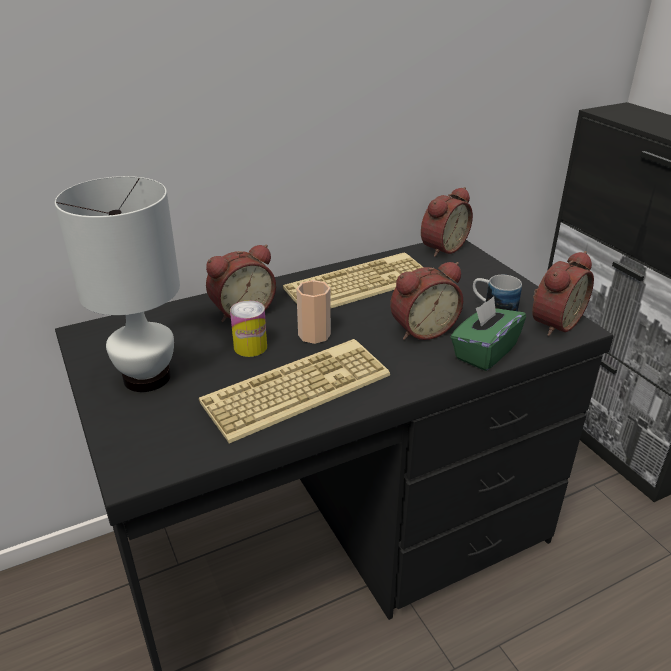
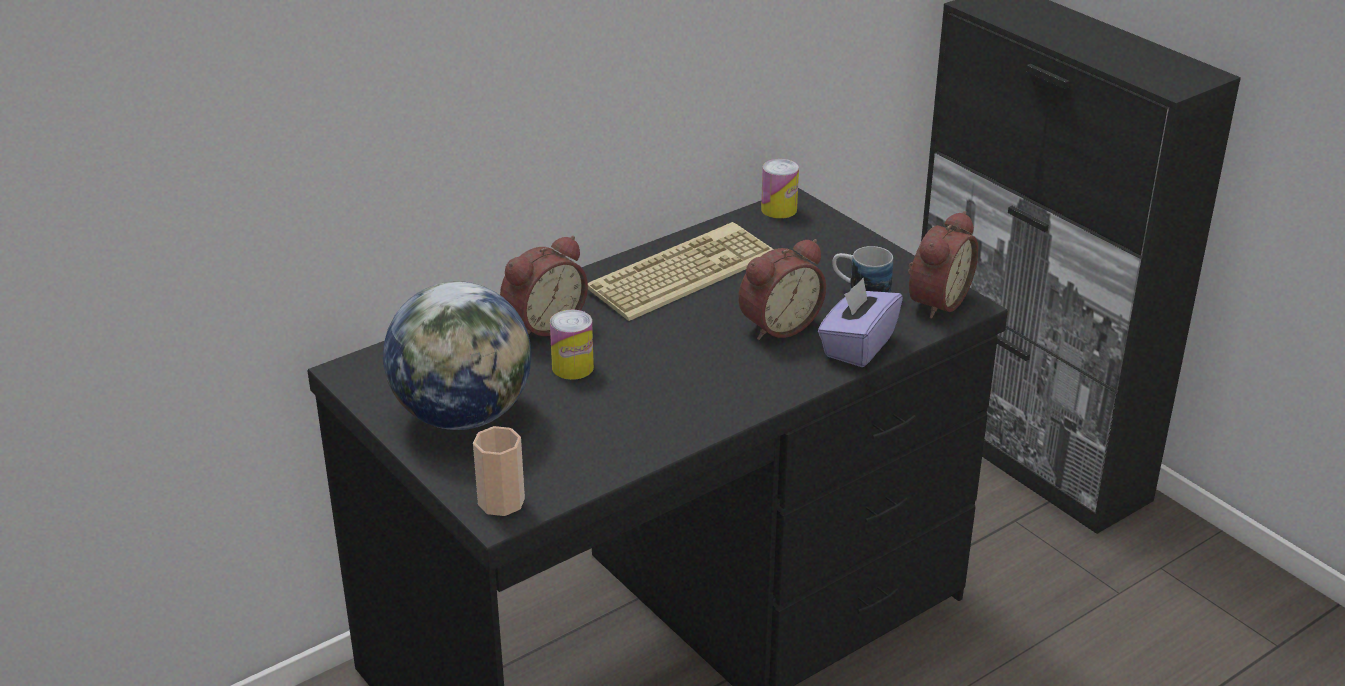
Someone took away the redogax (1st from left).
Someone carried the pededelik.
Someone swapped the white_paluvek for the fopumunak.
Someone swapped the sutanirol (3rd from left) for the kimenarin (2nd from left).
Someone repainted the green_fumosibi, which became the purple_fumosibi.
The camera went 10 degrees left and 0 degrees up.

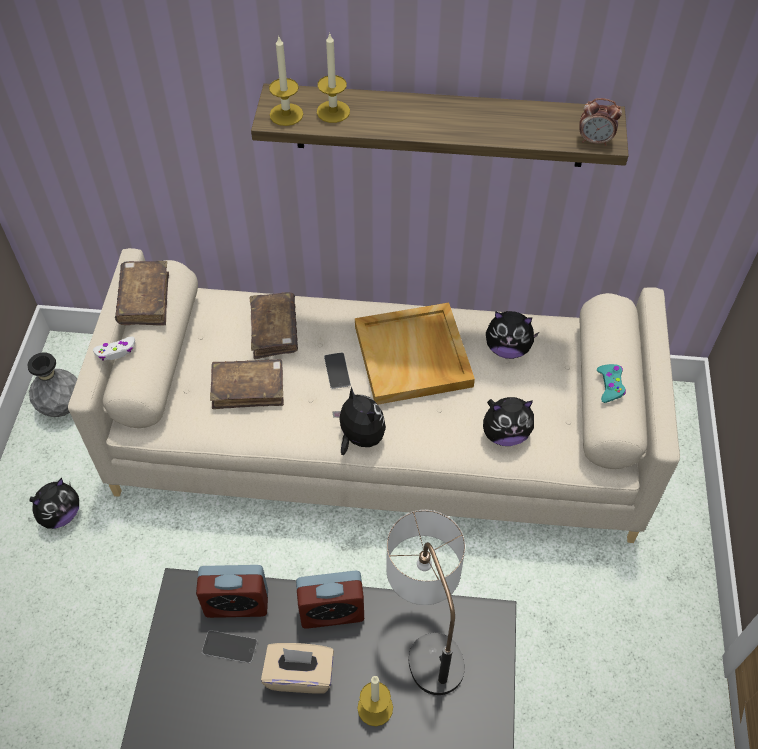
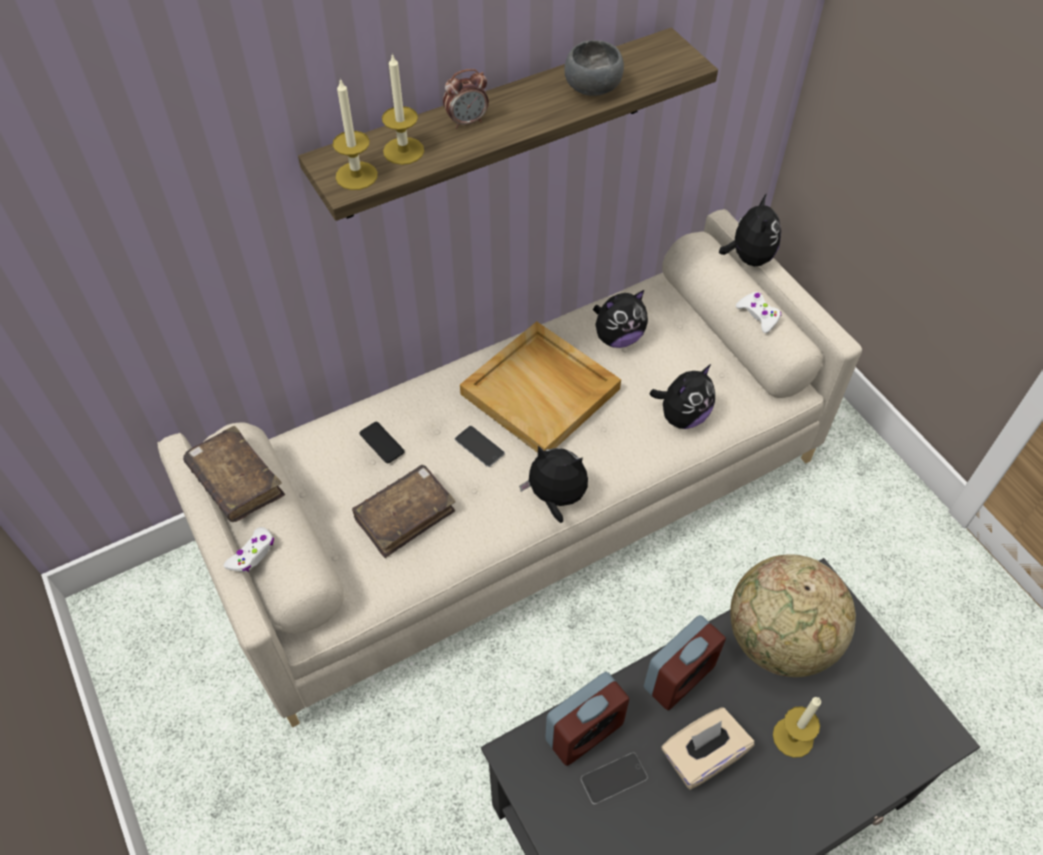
Someone took away the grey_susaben.
Someone put down the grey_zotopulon.
Someone carried the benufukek (1st from left in the first image).
Someone carried the sutanirol (3rd from left in the first image).
Someone swapped the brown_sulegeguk (3rd from left) for the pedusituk (1st from left).
Someone swapped the paluvek for the fopumunak.
Someone repainted the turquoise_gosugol, which became the white_gosugol (2nd from left).
The camera went 35 degrees left and 0 degrees up.

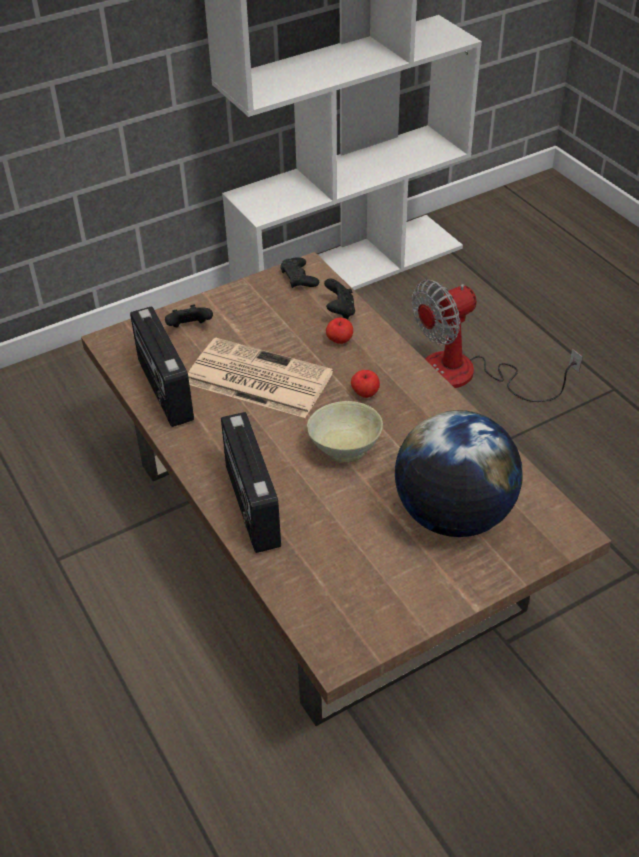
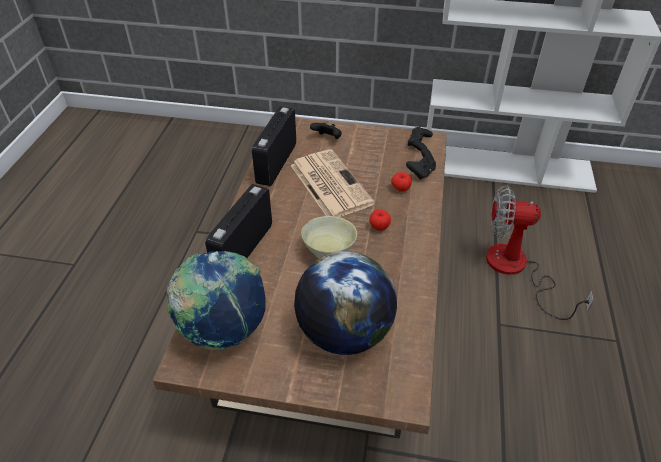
Someone put down the fopumunak (1st from left).
The camera went 40 degrees right and 0 degrees up.

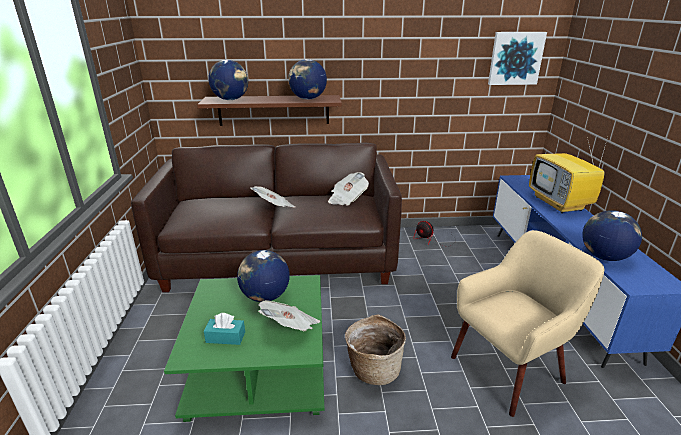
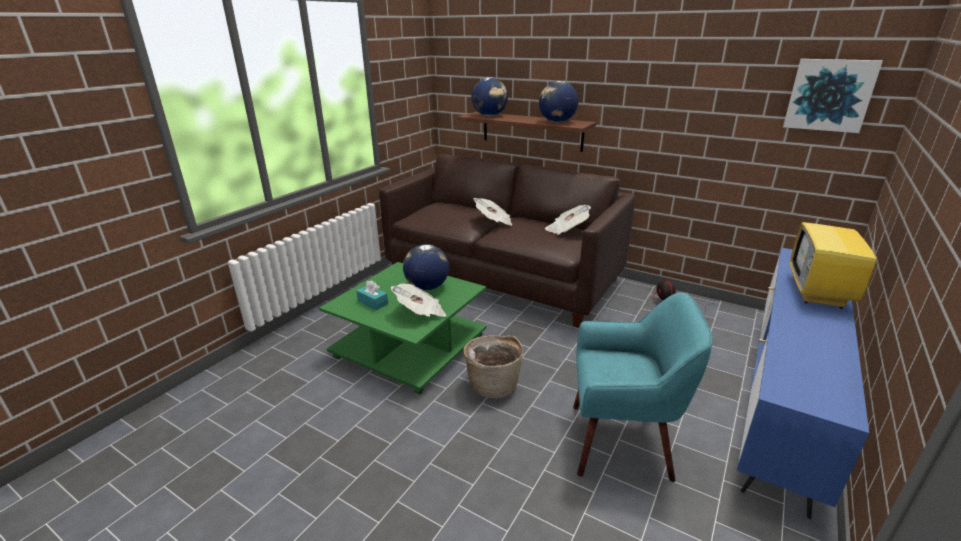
Someone took away the fopumunak (4th from left).
Someone repainted the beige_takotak, which became the turquoise_takotak.
The camera went 35 degrees right and 0 degrees up.

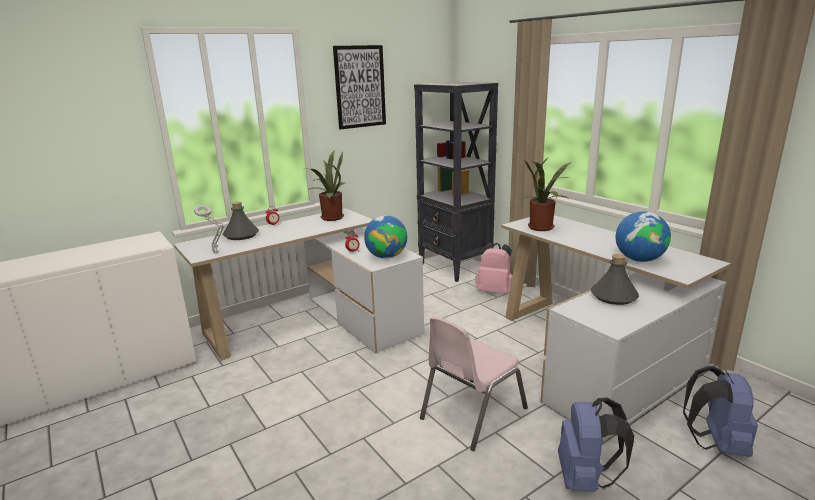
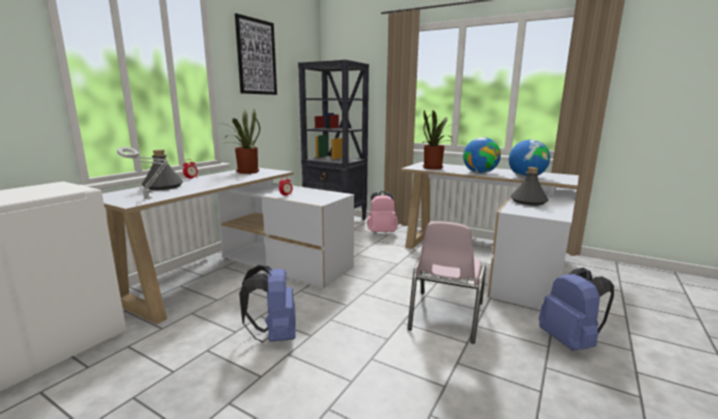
Someone carried the fopumunak (1st from left).
Someone carried the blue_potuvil (2nd from left in the first image).
The camera went 25 degrees left and 5 degrees down.

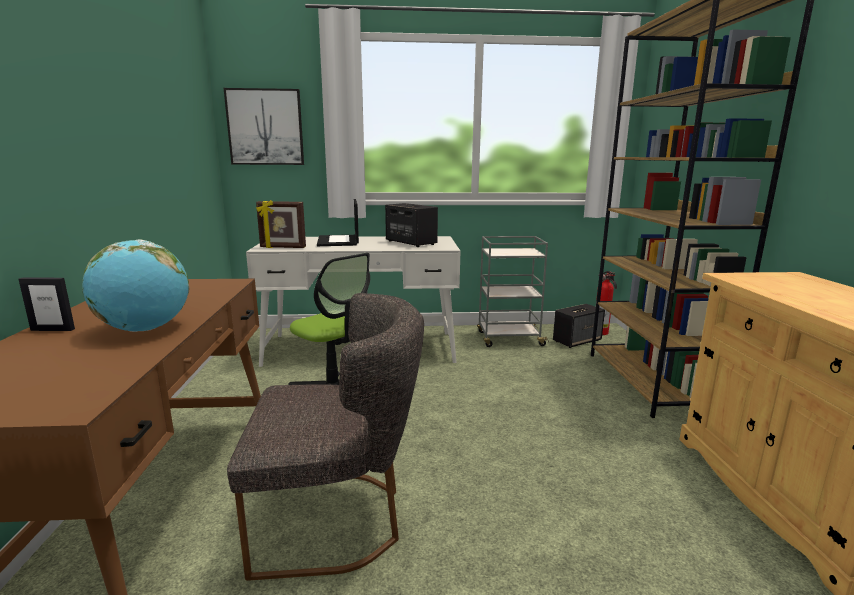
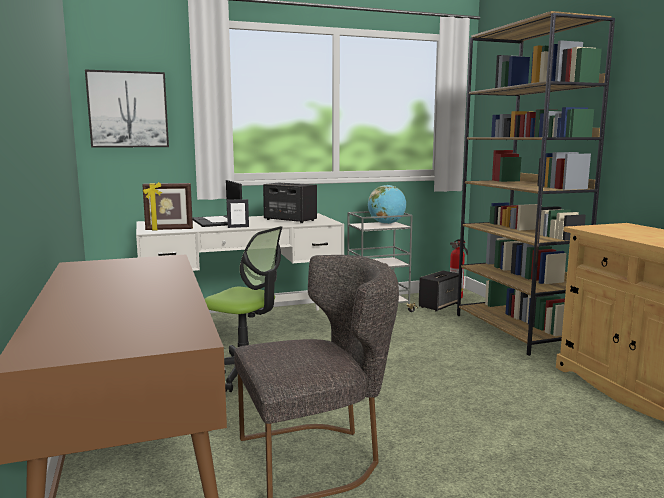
Someone carried the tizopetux (1st from left in the first image).
Someone carried the fopumunak.
The camera went 15 degrees left and 5 degrees down.

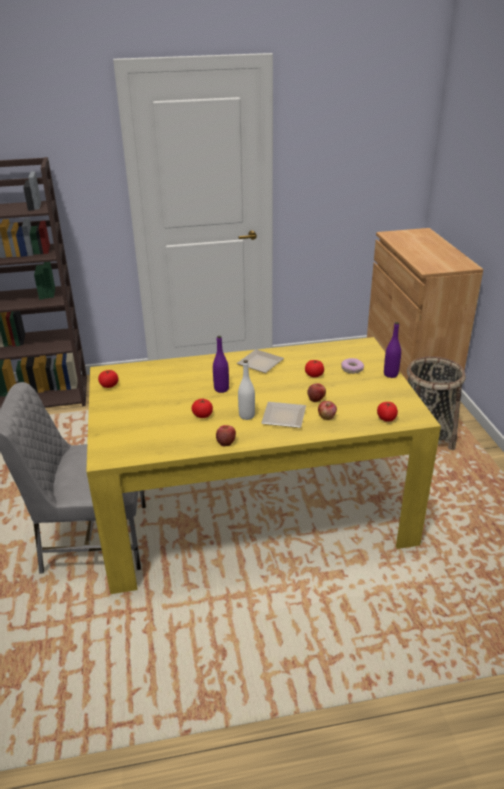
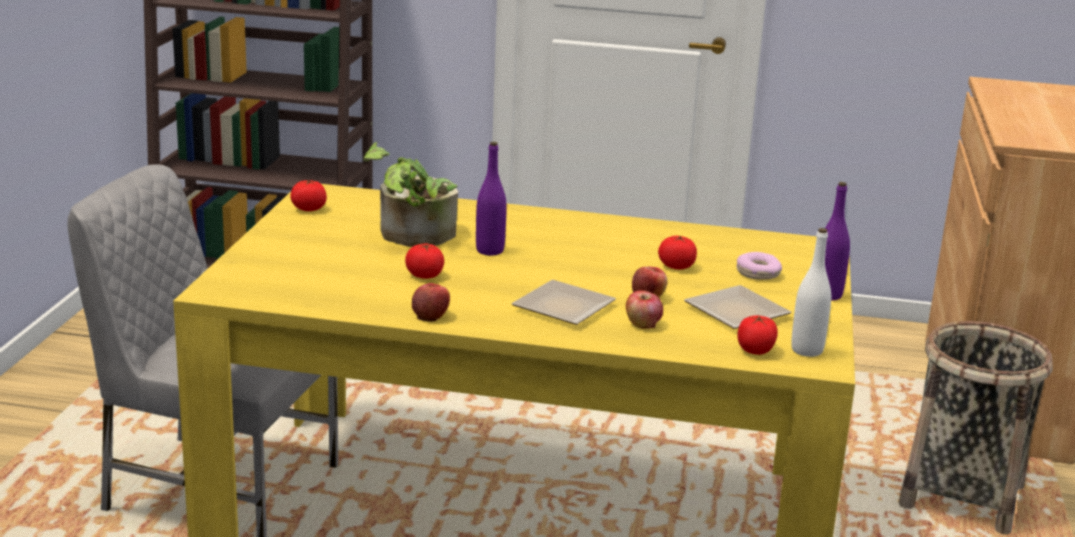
Someone put down the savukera.
Someone carried the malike (1st from left in the first image).
Someone carried the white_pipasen.
The camera went 20 degrees right and 10 degrees down.

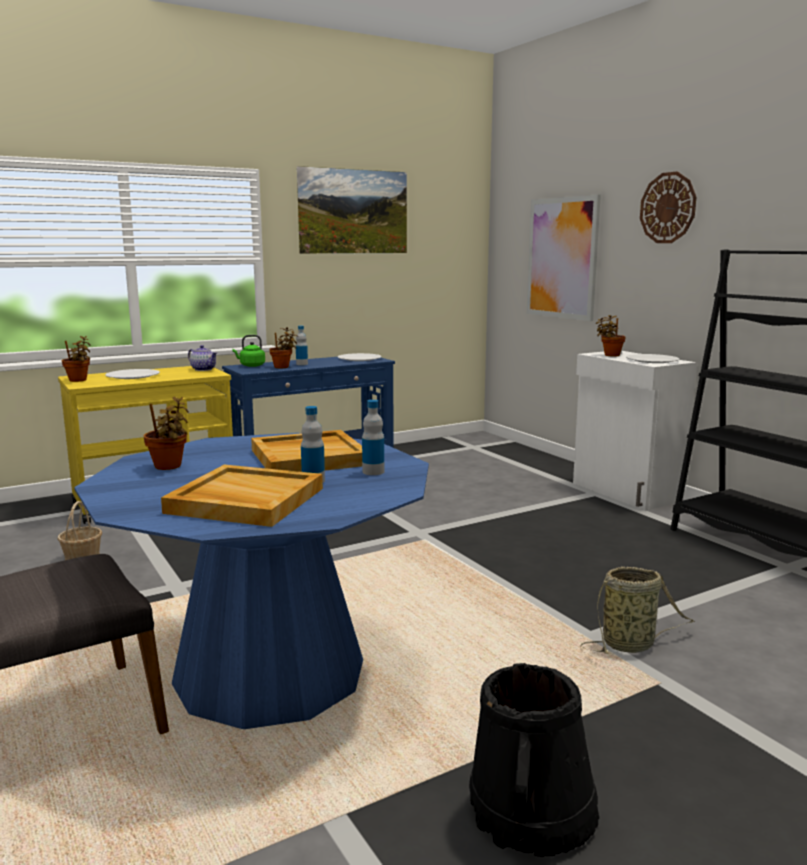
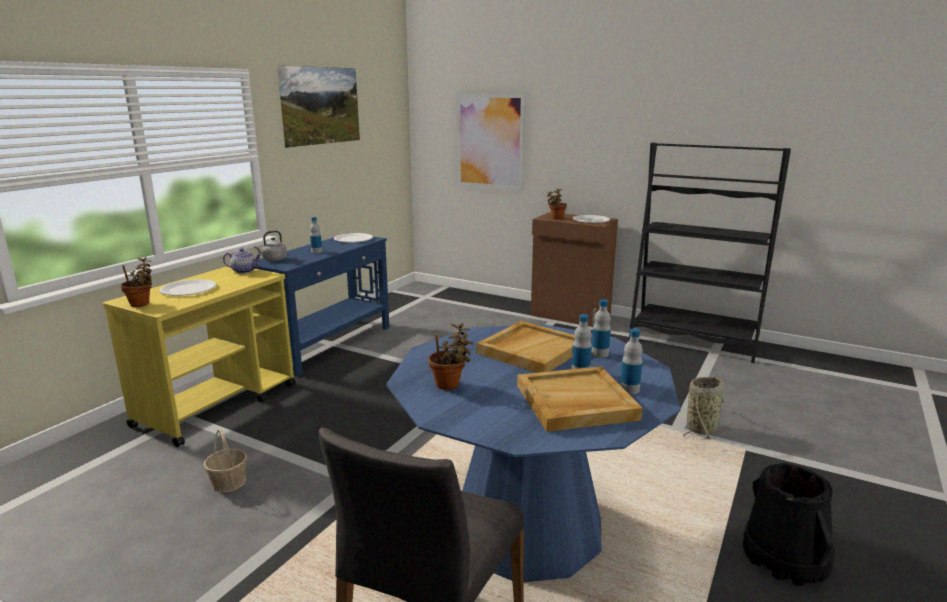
Someone took away the savukera (3rd from left).
Someone took away the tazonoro.
Someone put down the pipasen (4th from left).
Someone repainted the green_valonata, which became the grey_valonata.
Someone repainted the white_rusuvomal, which became the brown_rusuvomal.
The camera went 30 degrees left and 5 degrees up.

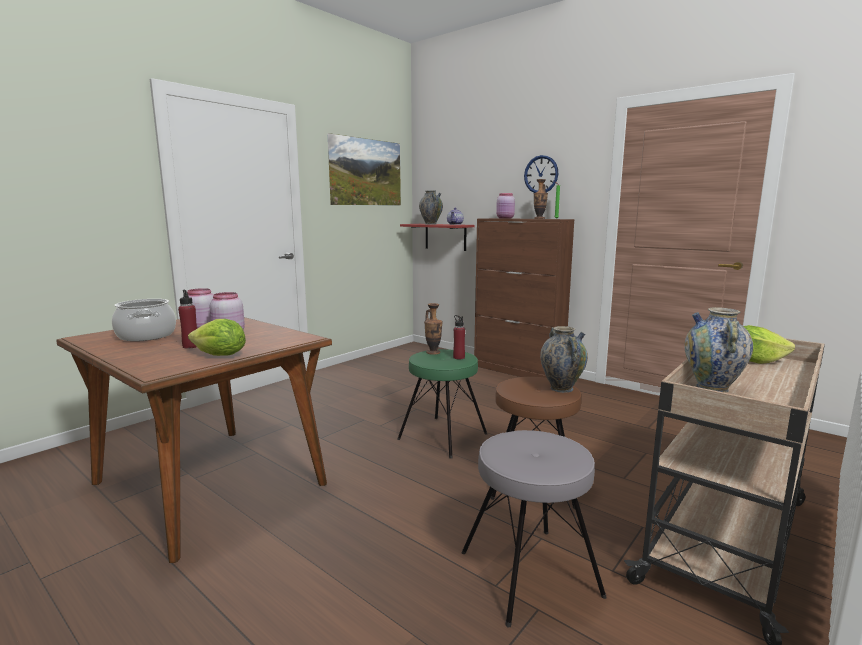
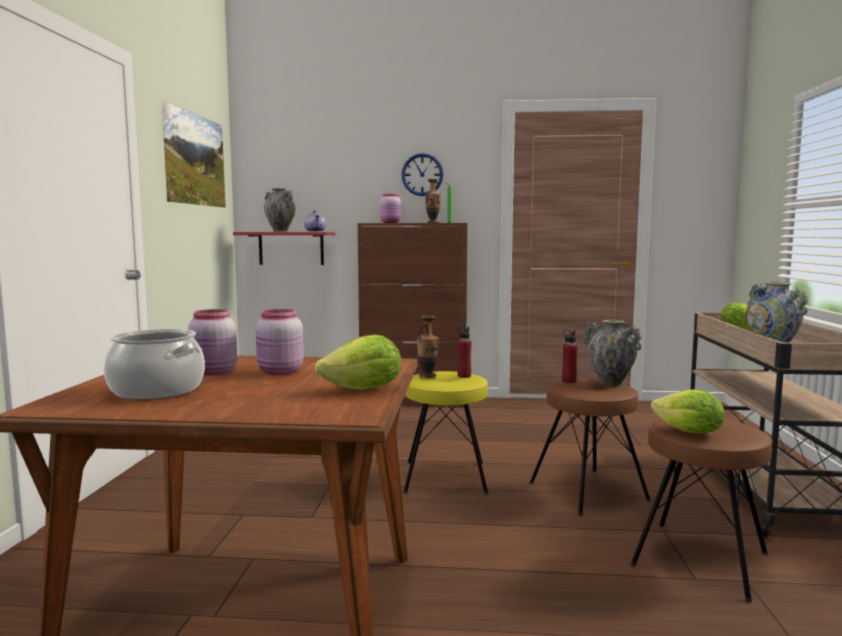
Someone put down the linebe (2nd from left).
Someone carried the red_pipasen (1st from left in the first image).
Someone repainted the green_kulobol, which became the yellow_kulobol.
Someone repainted the grey_kulobol, which became the brown_kulobol (2nd from left).
The camera went 35 degrees left and 5 degrees down.

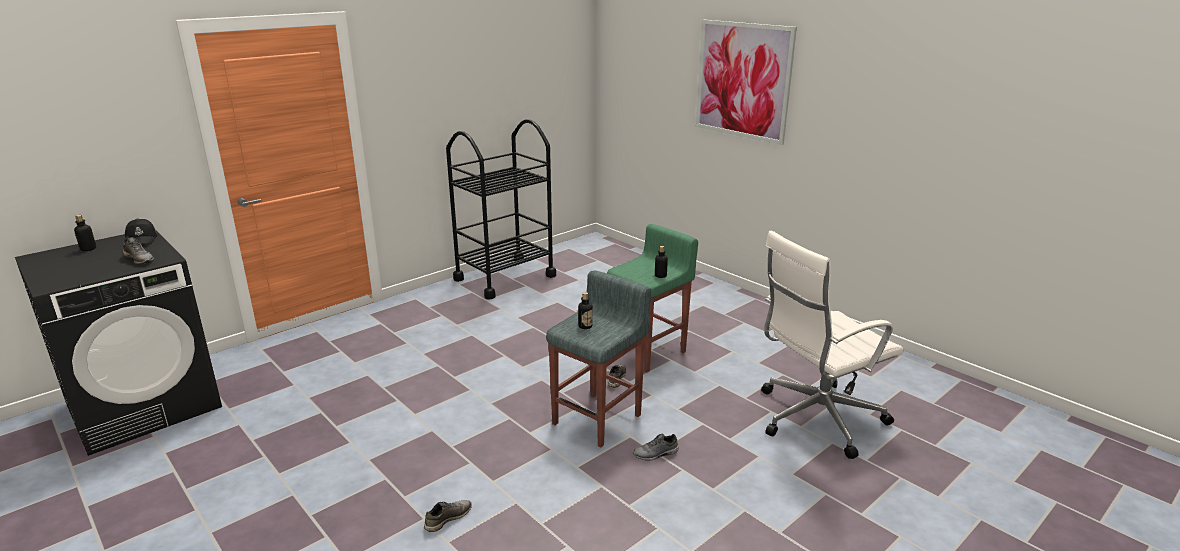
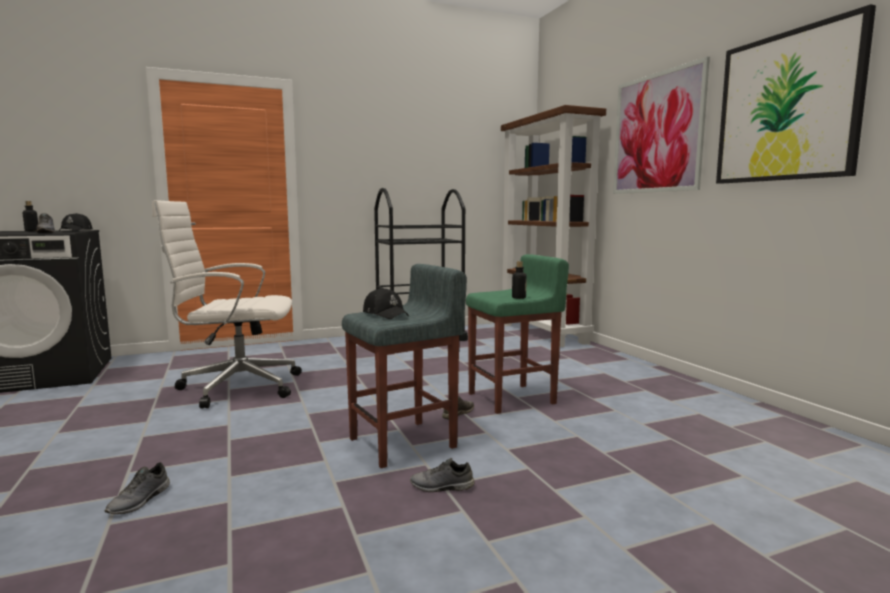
Someone put down the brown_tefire.
Someone put up the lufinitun (2nd from left).
Someone carried the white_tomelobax.
Someone swapped the pipasen (2nd from left) for the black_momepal (2nd from left).
Someone rotated the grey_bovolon (2nd from left) by 135 degrees clockwise.
The camera went 20 degrees right and 15 degrees down.

